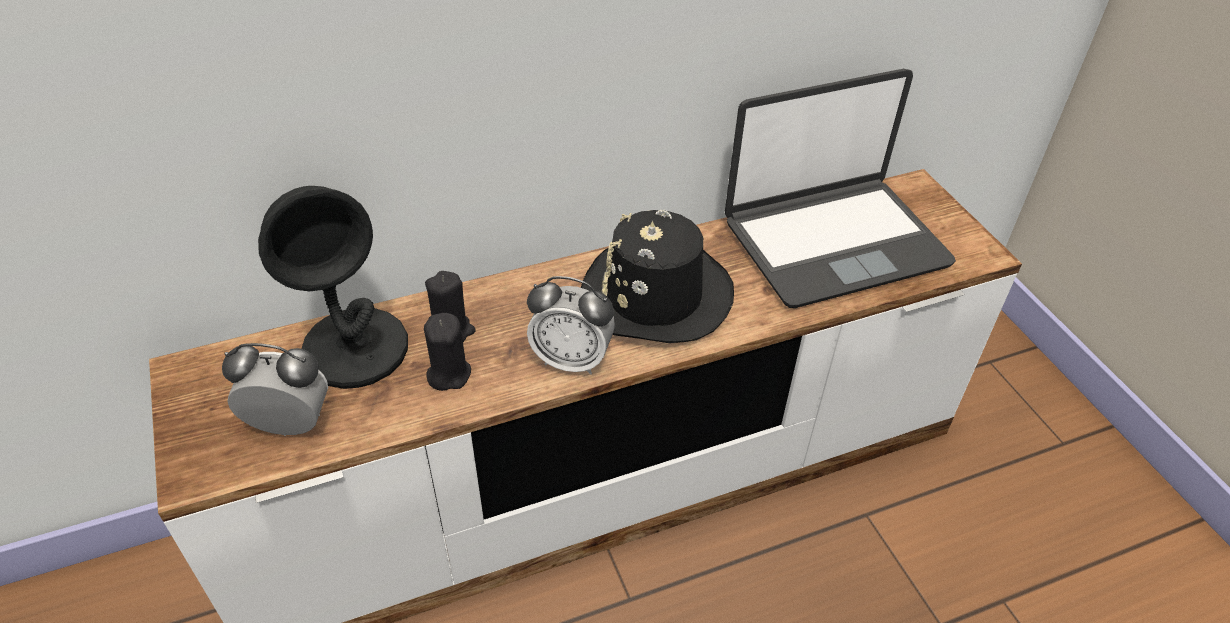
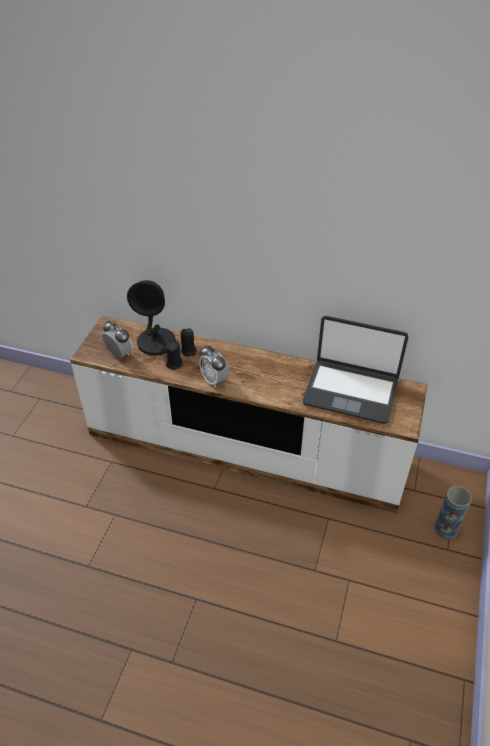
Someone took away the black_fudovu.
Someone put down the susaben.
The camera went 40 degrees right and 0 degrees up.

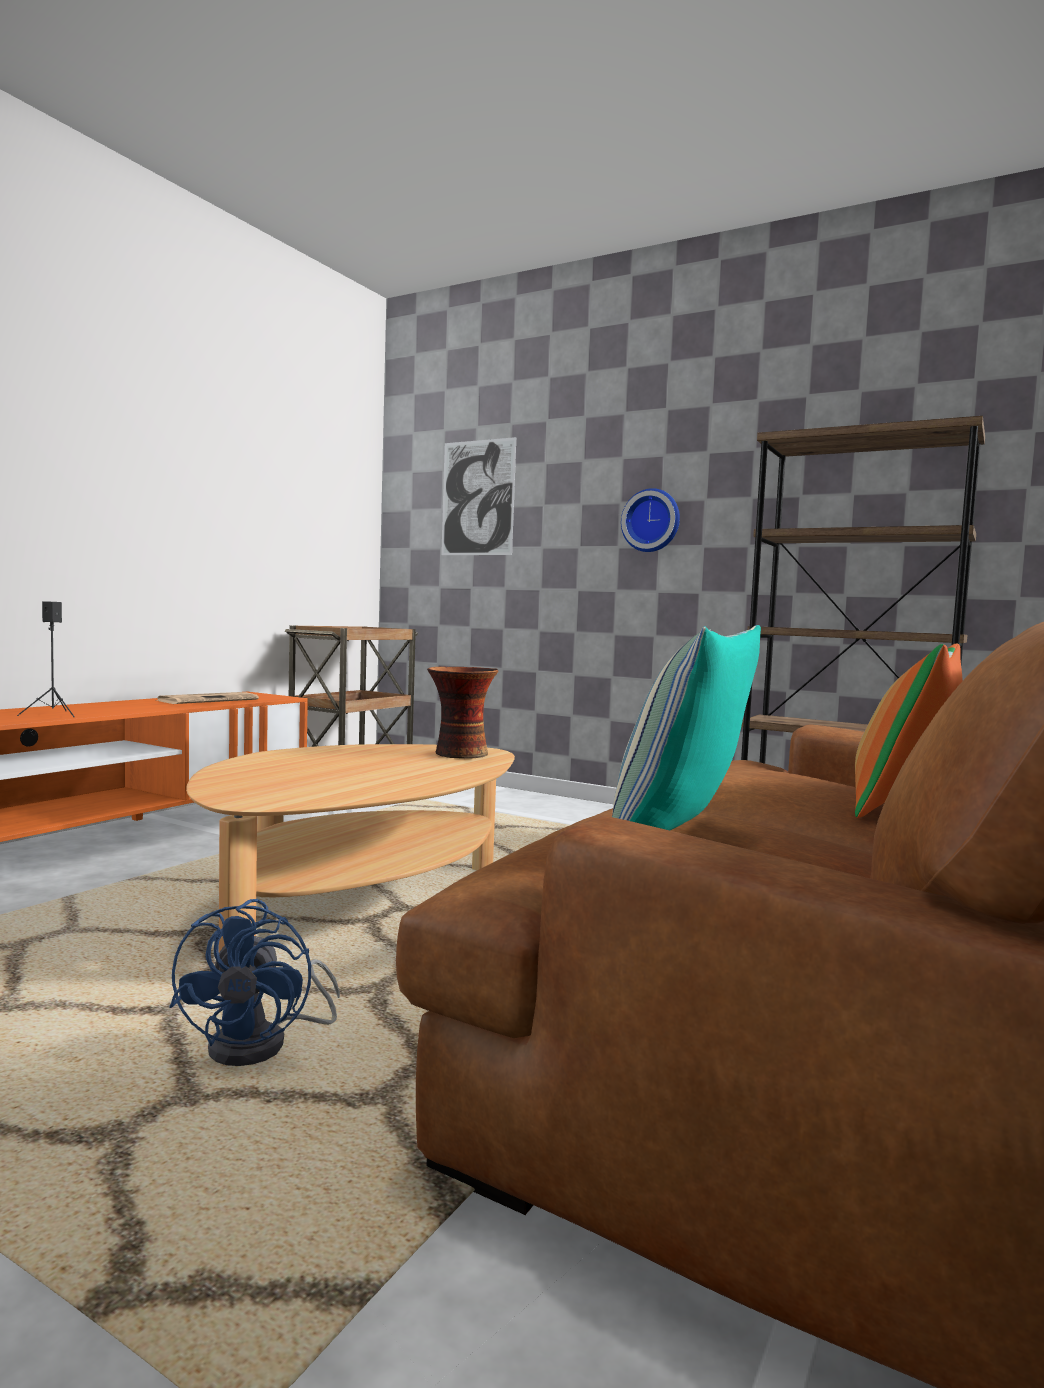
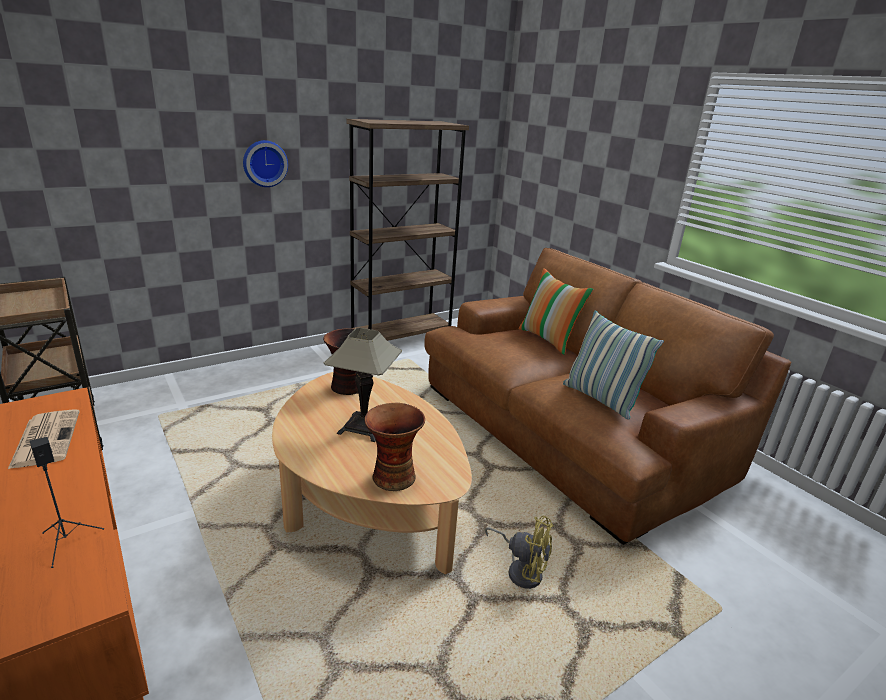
Someone took away the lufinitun.
Someone put down the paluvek.
Someone put down the susaben (2nd from left).
Someone repainted the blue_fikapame, which became the yellow_fikapame.
The camera went 65 degrees left and 20 degrees up.

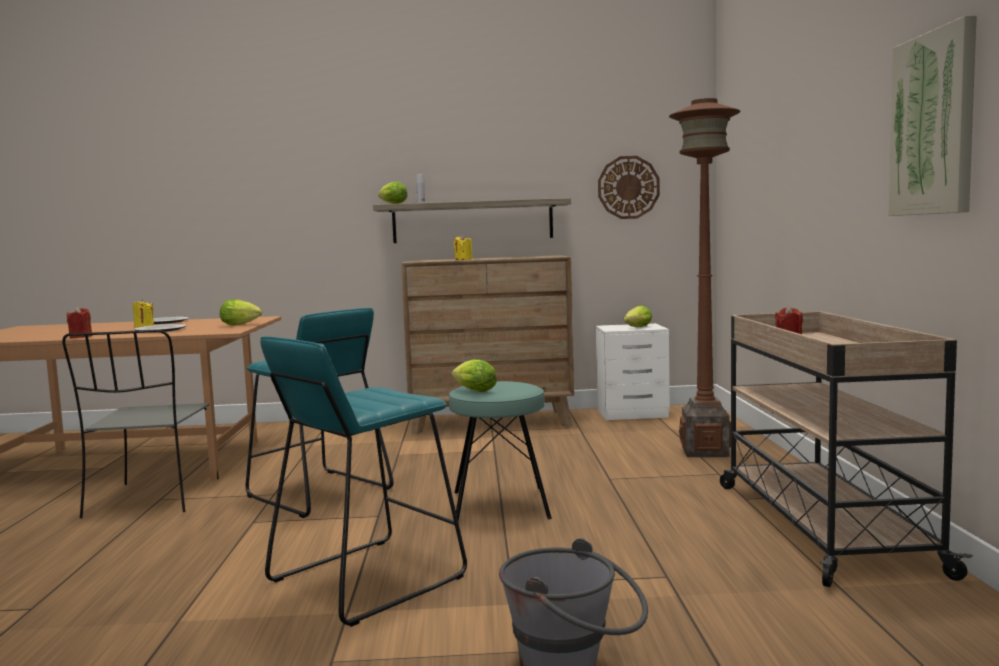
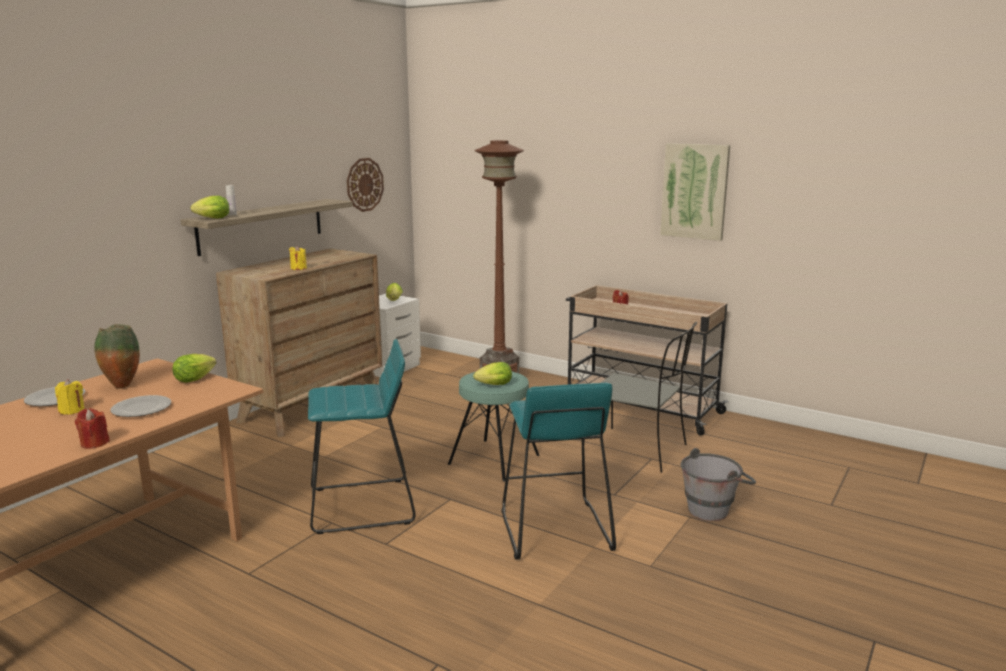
Someone put down the susaben.
Someone carried the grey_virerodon.
The camera went 55 degrees left and 10 degrees up.

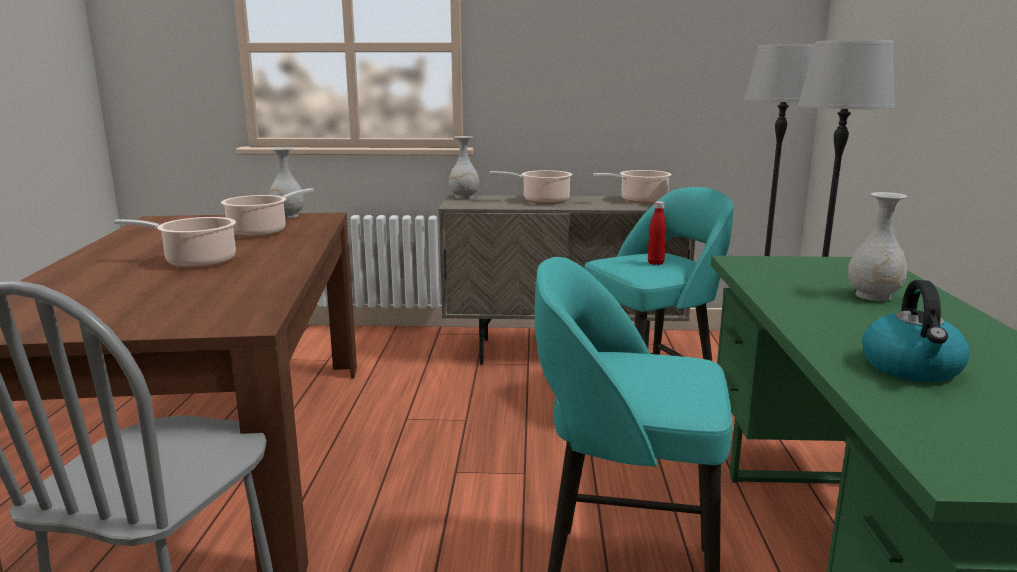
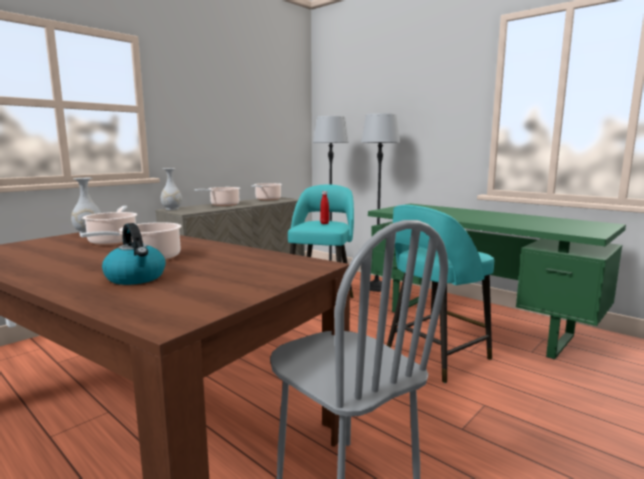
Someone took away the white_susaben (3rd from left).
Someone carried the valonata.
The camera went 50 degrees left and 5 degrees down.

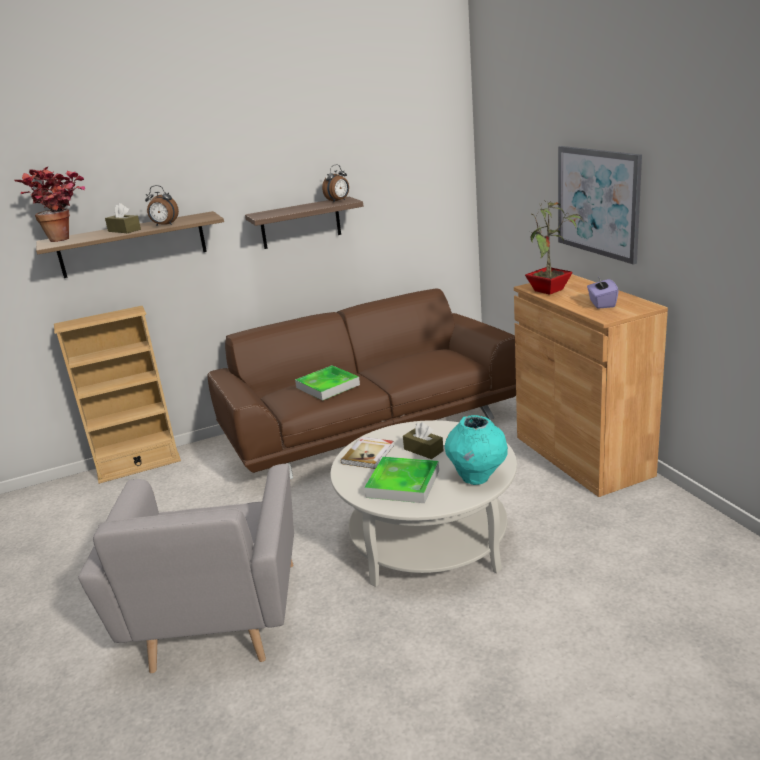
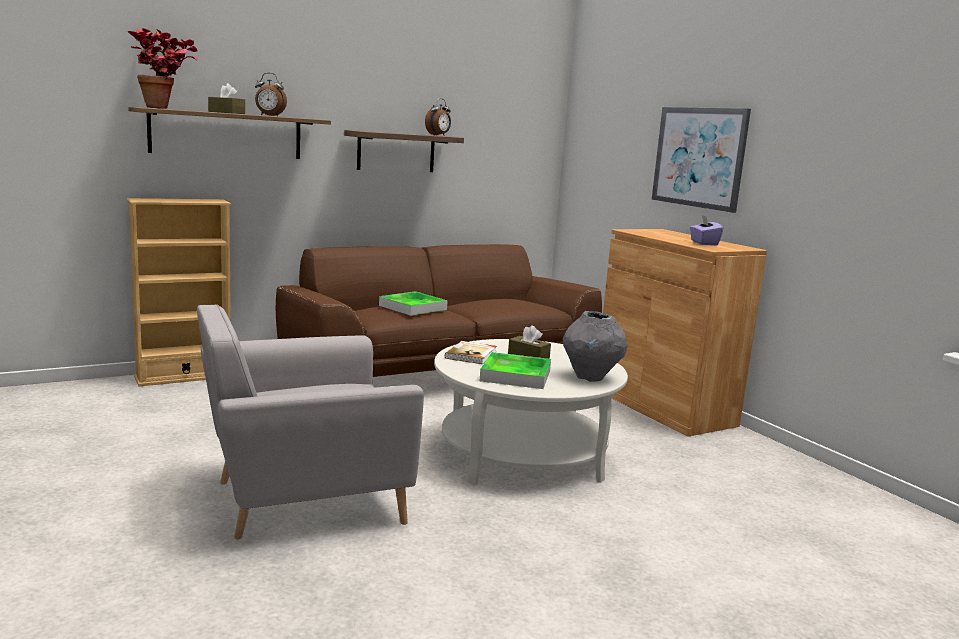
Someone took away the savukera (2nd from left).
Someone repainted the turquoise_susaben, which became the grey_susaben.
Someone rotated the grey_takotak by 75 degrees clockwise.
The camera went 10 degrees left and 10 degrees down.

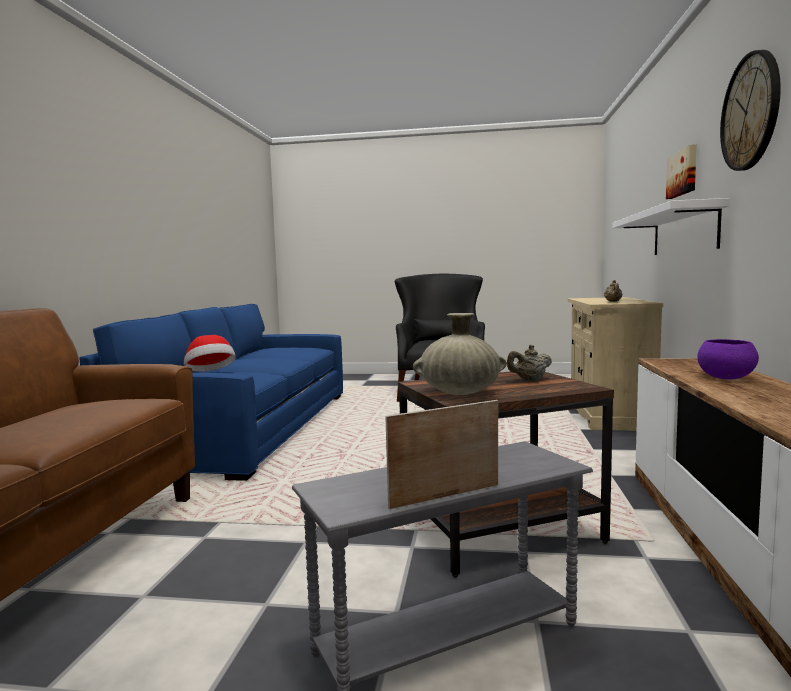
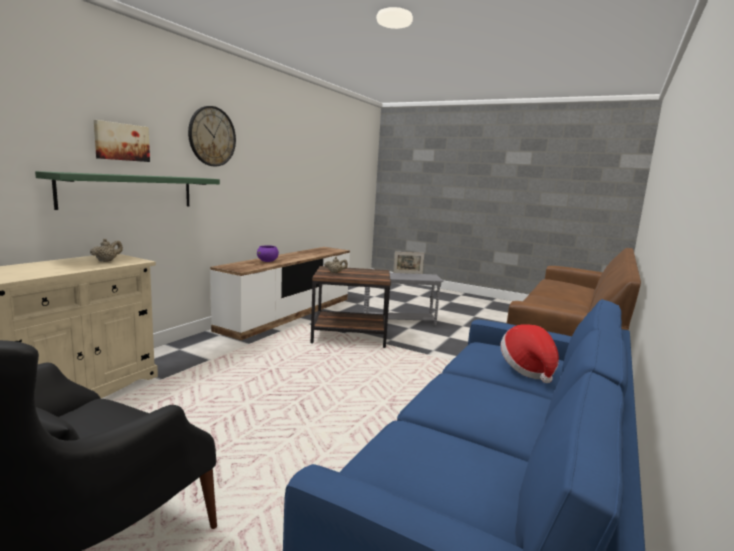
Someone took away the beige_susaben.
Someone repainted the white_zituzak, which became the green_zituzak.
The camera went 160 degrees left and 5 degrees up.

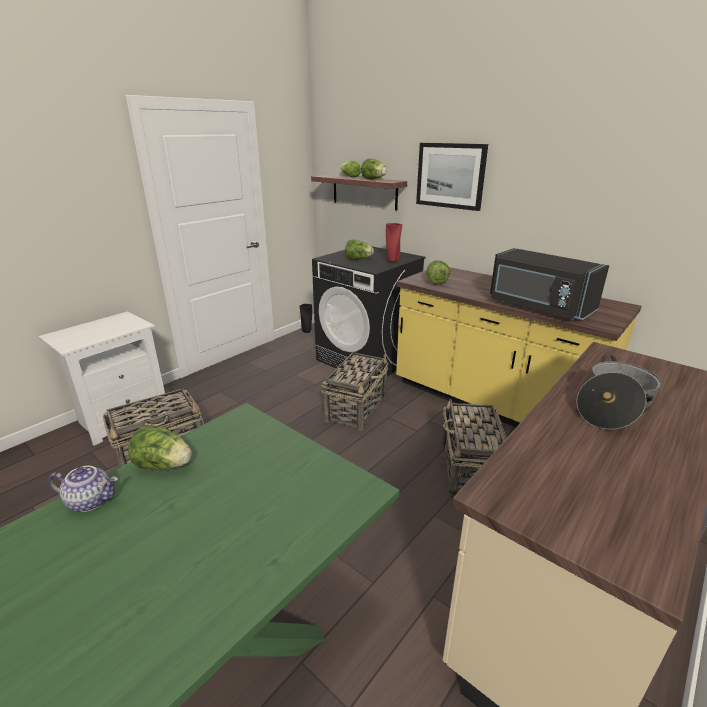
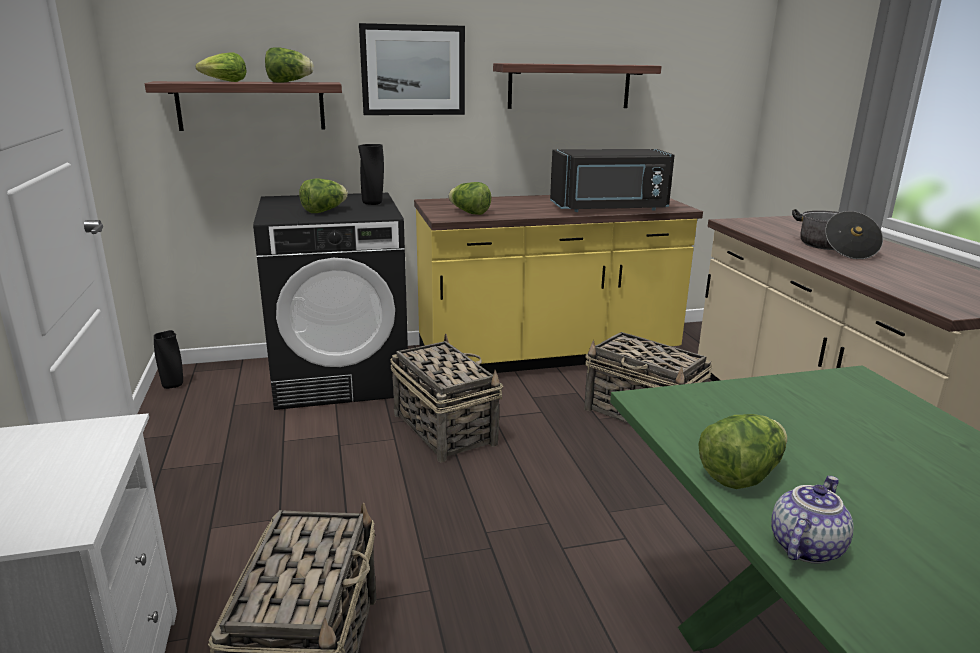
Someone put up the zituzak (2nd from left).
Someone repainted the red_susaben, which became the black_susaben (2nd from left).
The camera went 55 degrees left and 5 degrees down.

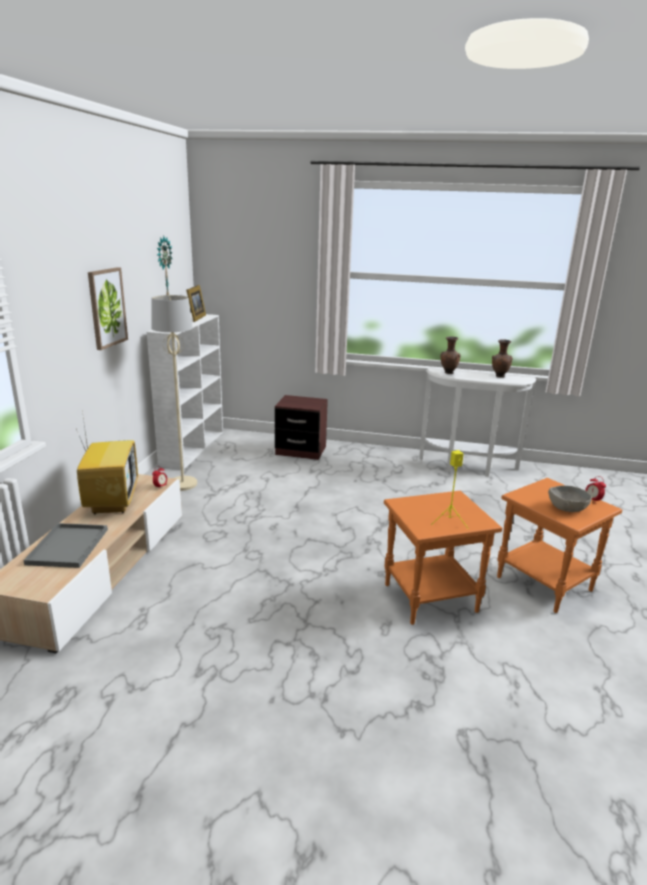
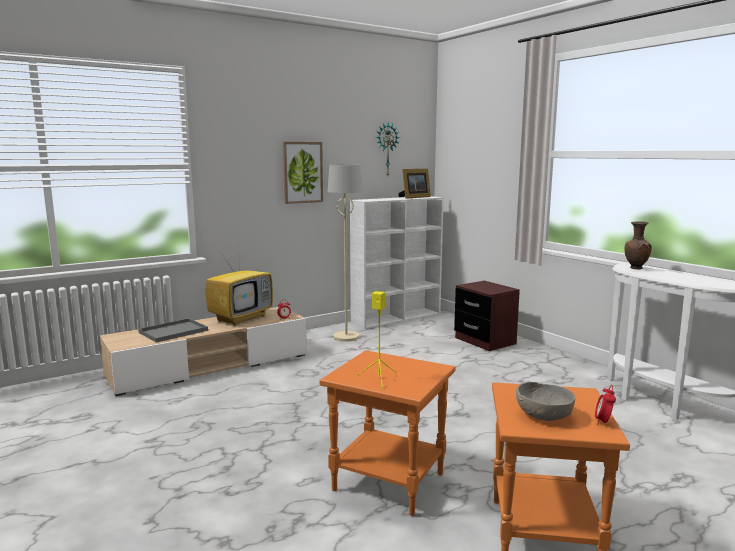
Someone took away the brown_susaben (2nd from left).
The camera went 45 degrees right and 10 degrees down.

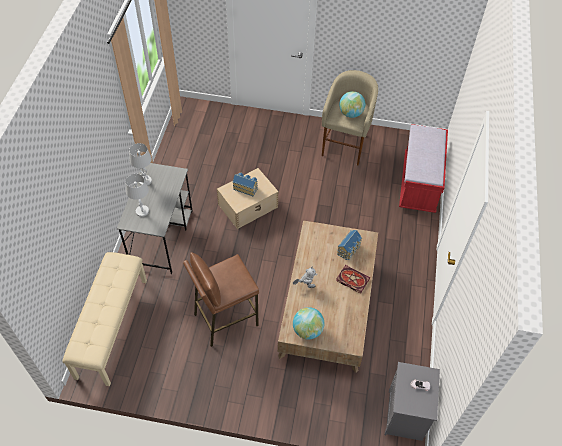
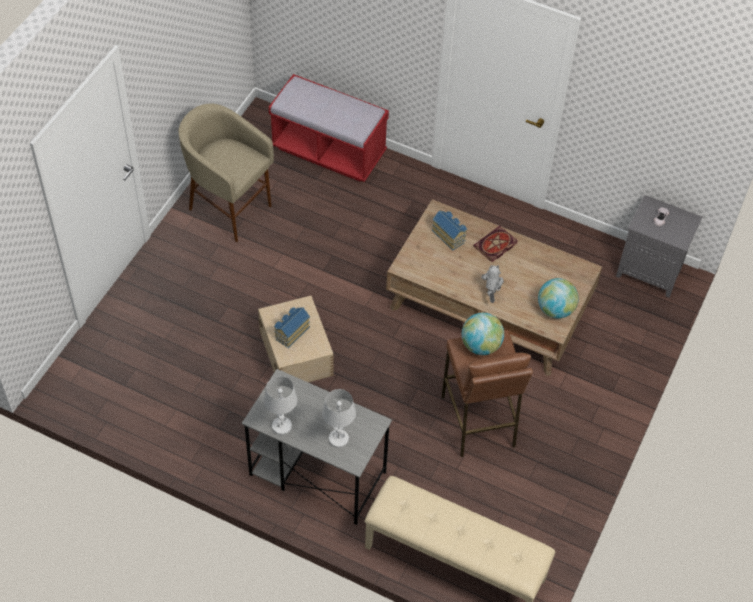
Someone carried the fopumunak (2nd from left in the first image).
The camera went 75 degrees left and 0 degrees up.

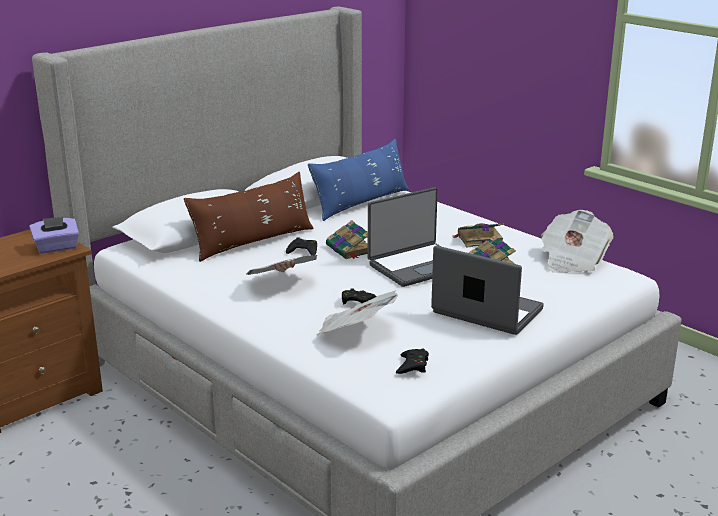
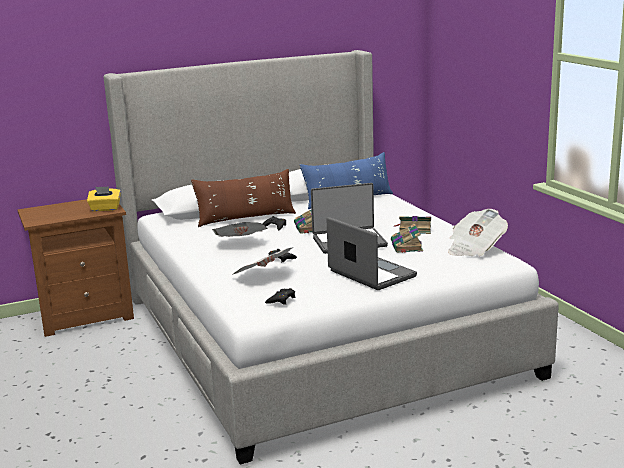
Someone repainted the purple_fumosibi, which became the yellow_fumosibi.
The camera went 20 degrees right and 5 degrees down.

